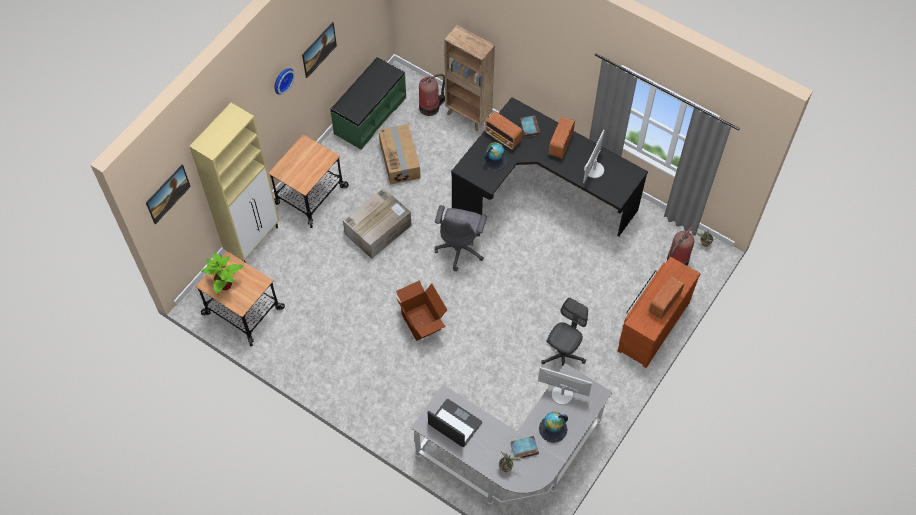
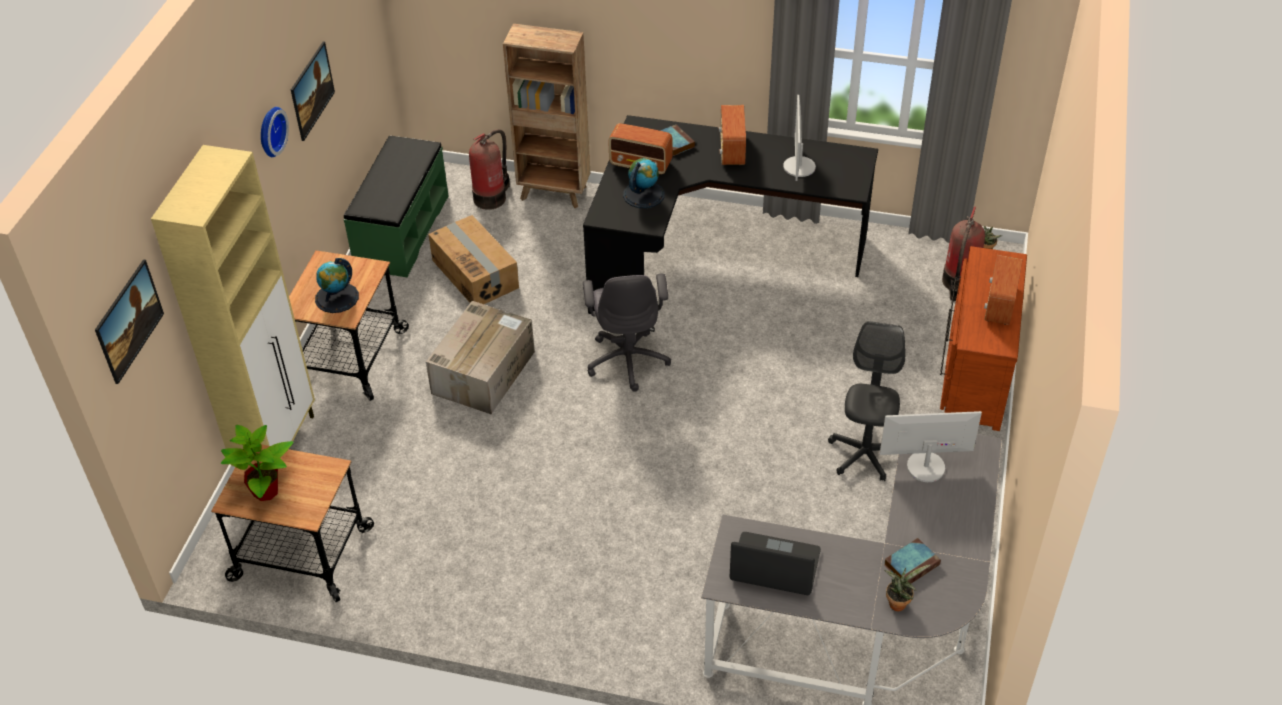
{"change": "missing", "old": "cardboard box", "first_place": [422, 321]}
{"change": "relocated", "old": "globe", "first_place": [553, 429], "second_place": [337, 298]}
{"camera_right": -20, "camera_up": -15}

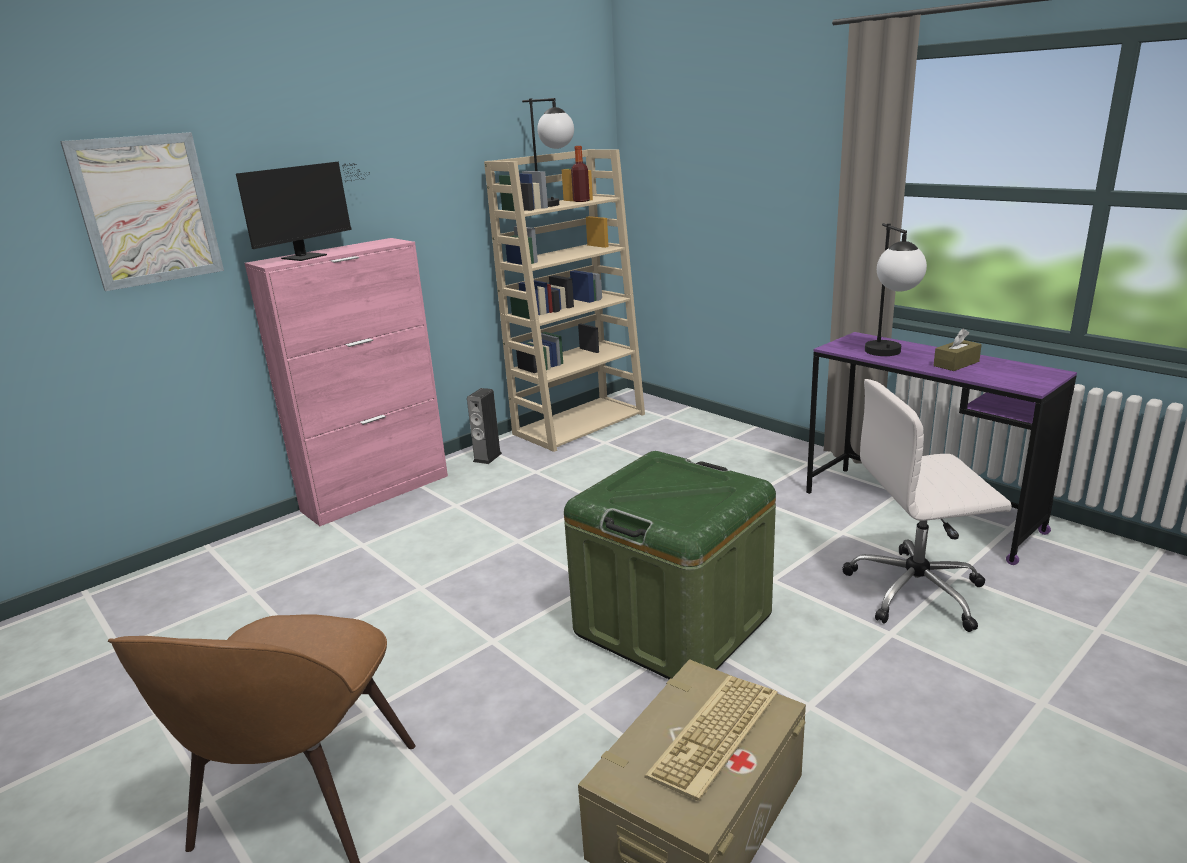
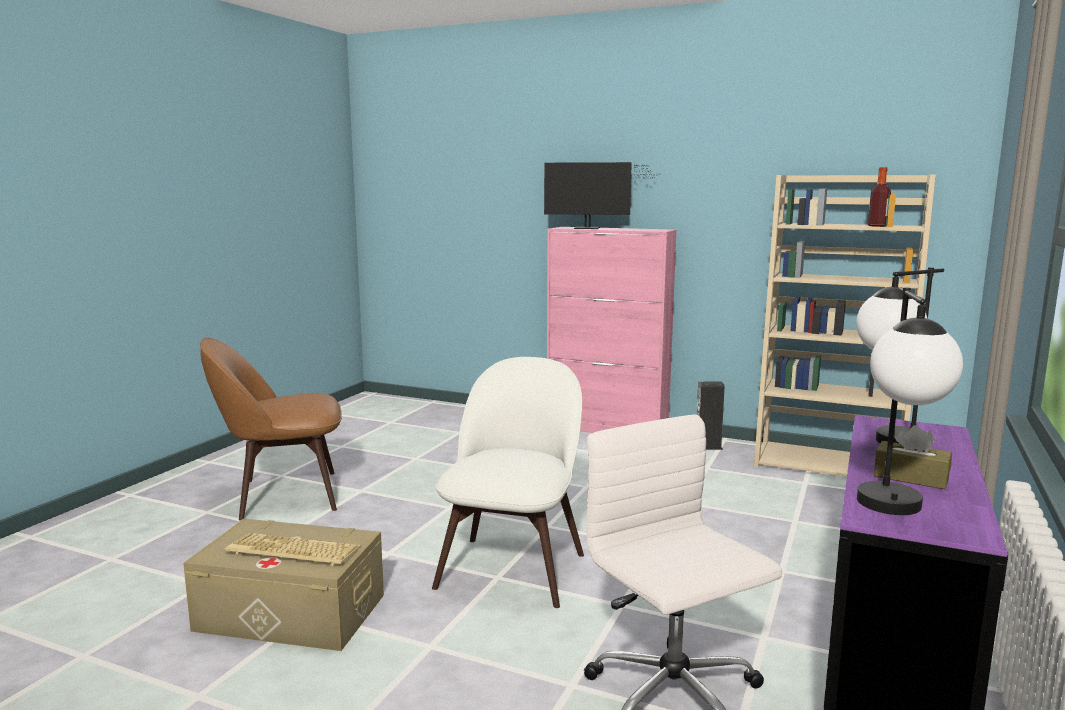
{"change": "missing", "old": "picture", "first_place": [147, 210]}
{"change": "relocated", "old": "table lamp", "first_place": [554, 205], "second_place": [894, 513]}
{"change": "exchanged", "old": "green storage box", "new": "white chair", "first_place": [673, 623], "second_place": [513, 567]}
{"camera_right": 65, "camera_up": -10}

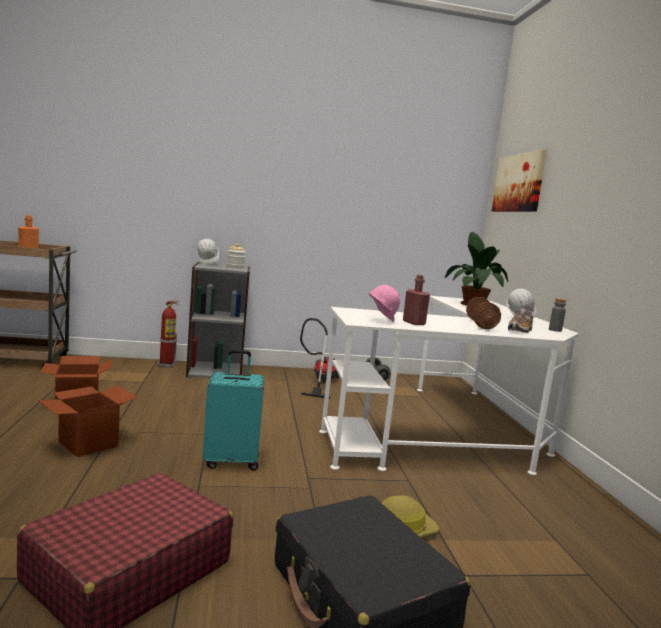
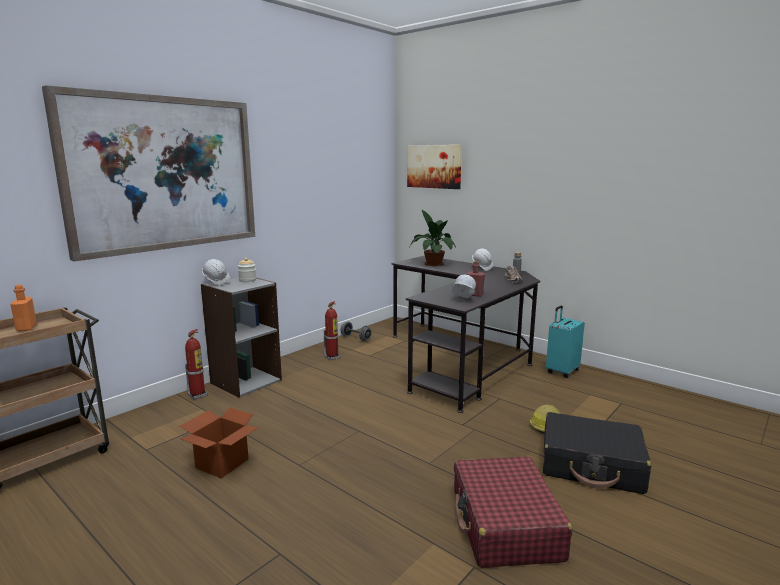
{"change": "missing", "old": "cardboard box", "first_place": [88, 444]}
{"change": "missing", "old": "brown dumbbell", "first_place": [480, 325]}
{"change": "appeared", "new": "picture", "second_place": [164, 174]}
{"change": "relocated", "old": "turquoise suitcase", "first_place": [231, 461], "second_place": [561, 371]}
{"change": "exchanged", "old": "vacuum cleaner", "new": "fire extinguisher", "first_place": [320, 382], "second_place": [332, 357]}
{"change": "colour", "old": "white desk", "new": "black desk", "first_place": [451, 433], "second_place": [462, 359]}
{"change": "colour", "old": "pink hard hat", "new": "white hard hat", "first_place": [380, 321], "second_place": [462, 300]}
{"camera_right": -40, "camera_up": 5}

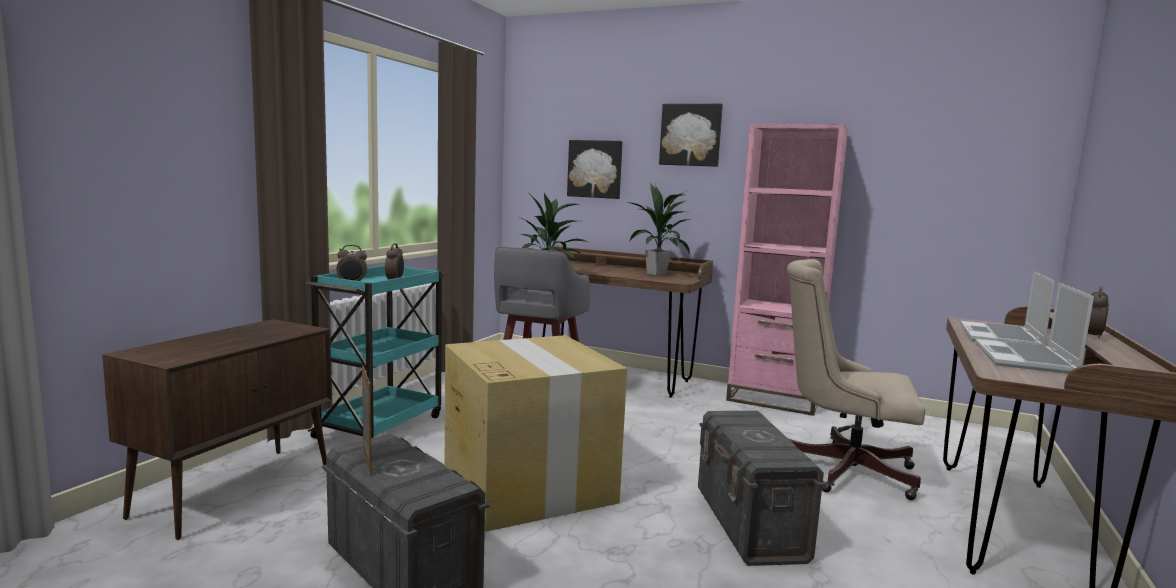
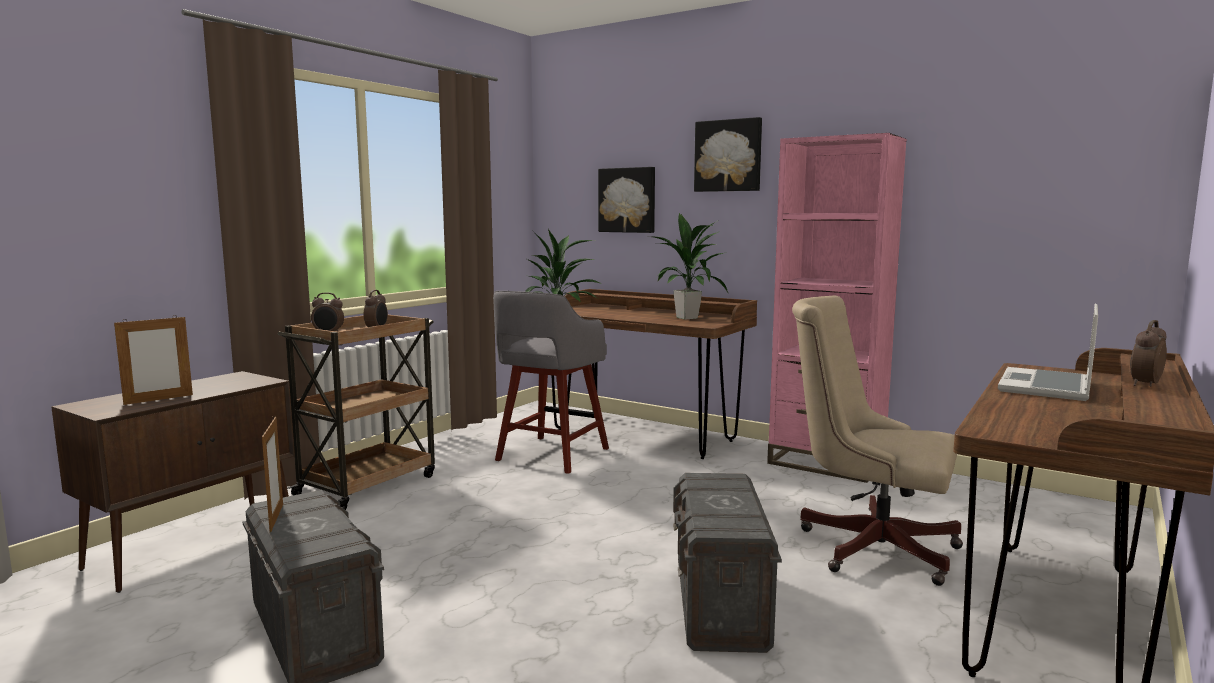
{"change": "missing", "old": "cardboard box", "first_place": [527, 484]}
{"change": "missing", "old": "laptop", "first_place": [1026, 359]}
{"change": "appeared", "new": "picture frame", "second_place": [158, 399]}
{"change": "colour", "old": "turquoise cart", "new": "brown cart", "first_place": [381, 425], "second_place": [368, 484]}
{"camera_right": 10, "camera_up": 0}

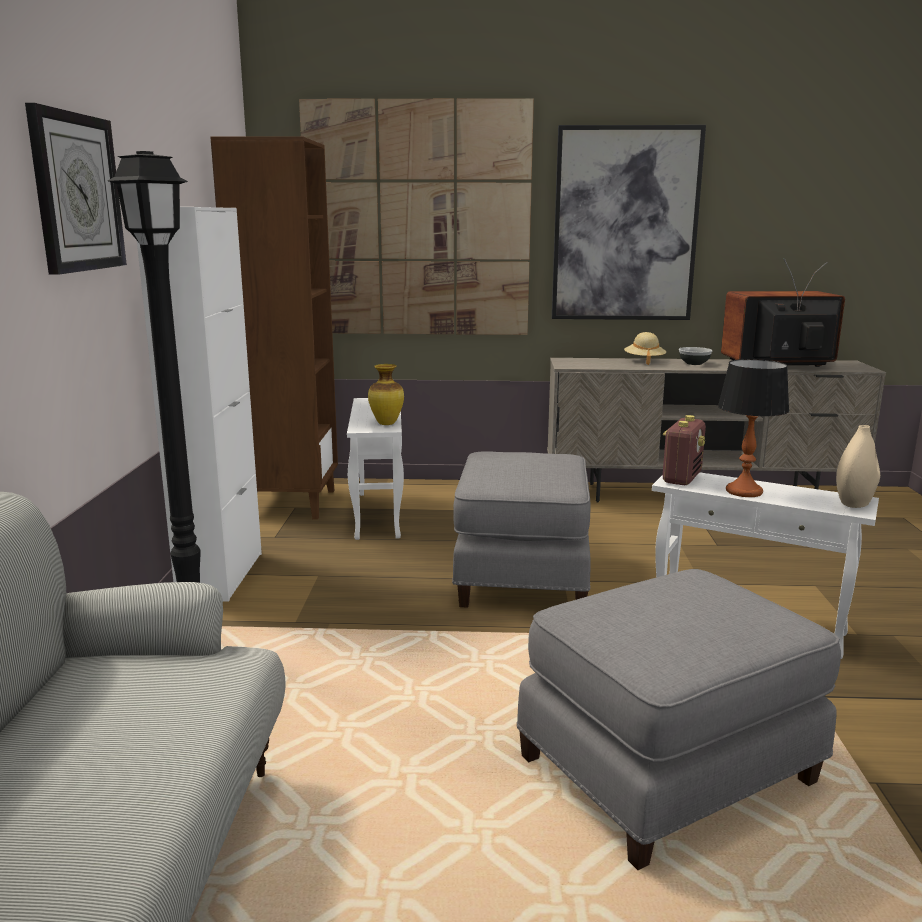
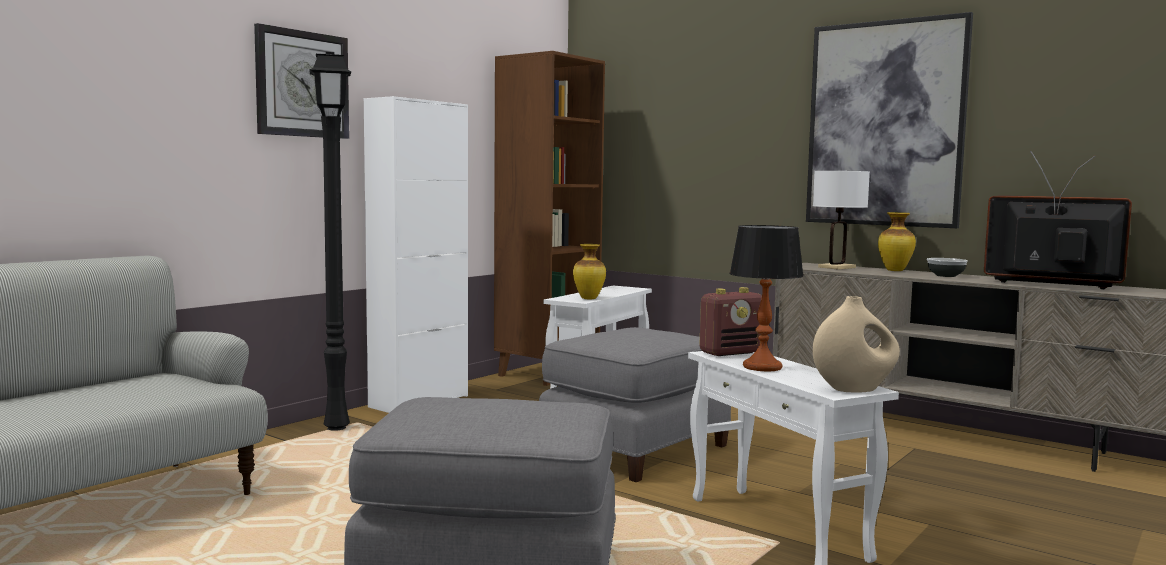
{"change": "missing", "old": "picture", "first_place": [417, 221]}
{"change": "appeared", "new": "white table lamp", "second_place": [837, 267]}
{"change": "exchanged", "old": "beige hat", "new": "vase", "first_place": [644, 361], "second_place": [894, 270]}
{"camera_right": 35, "camera_up": -10}

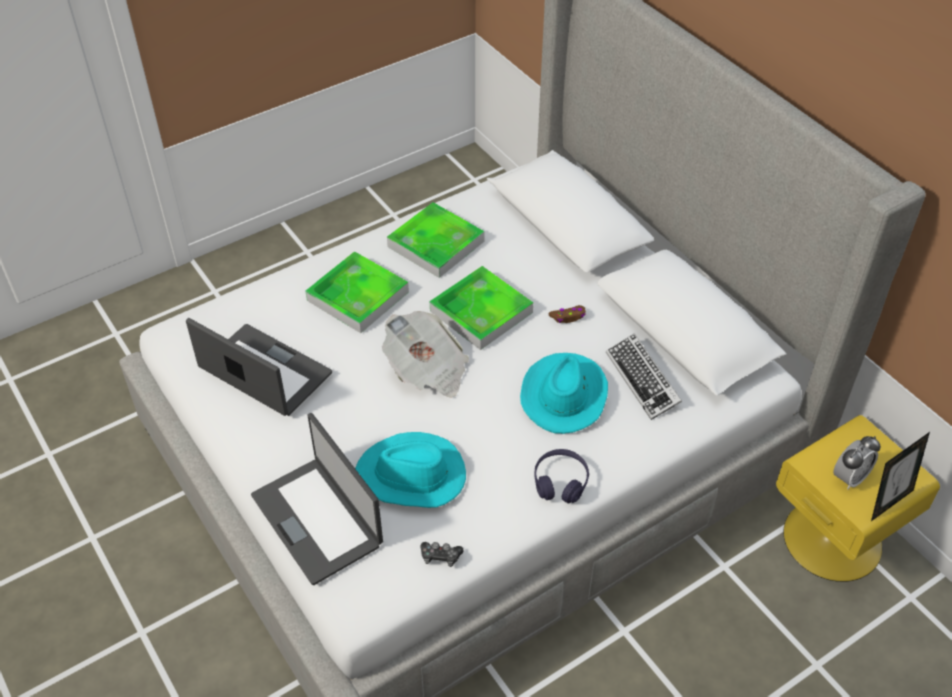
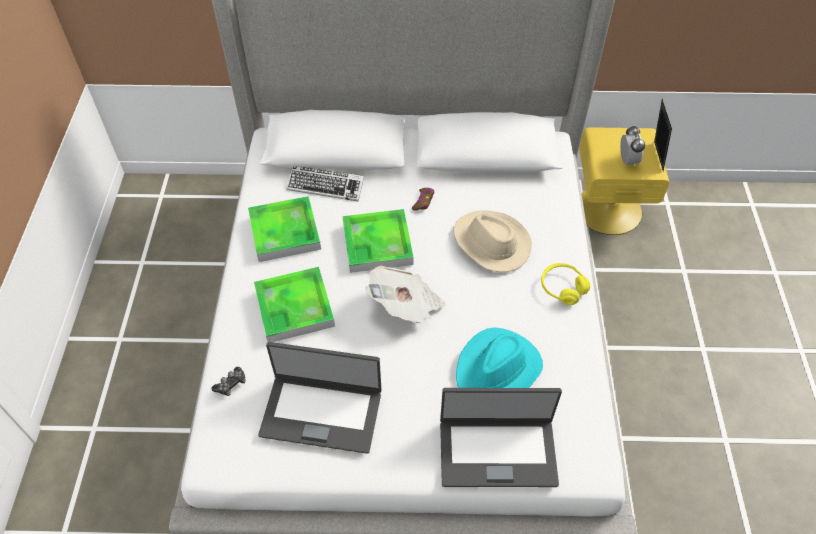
{"change": "relocated", "old": "game controller", "first_place": [440, 557], "second_place": [231, 384]}
{"change": "relocated", "old": "keyboard", "first_place": [642, 380], "second_place": [326, 186]}
{"change": "colour", "old": "turquoise hat", "new": "beige hat", "first_place": [564, 394], "second_place": [490, 243]}
{"change": "colour", "old": "purple headphones", "new": "yellow headphones", "first_place": [560, 482], "second_place": [562, 288]}
{"change": "spun", "old": "laptop", "first_place": [264, 372], "second_place": [321, 412], "degrees": -150}
{"camera_right": -55, "camera_up": 5}

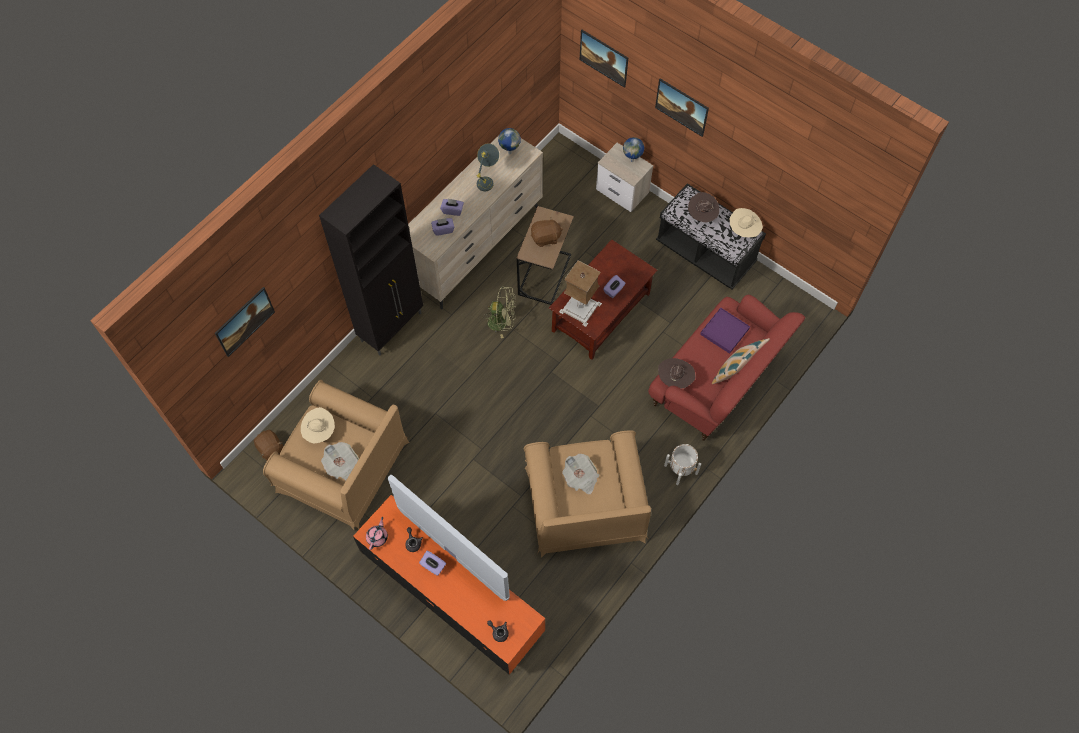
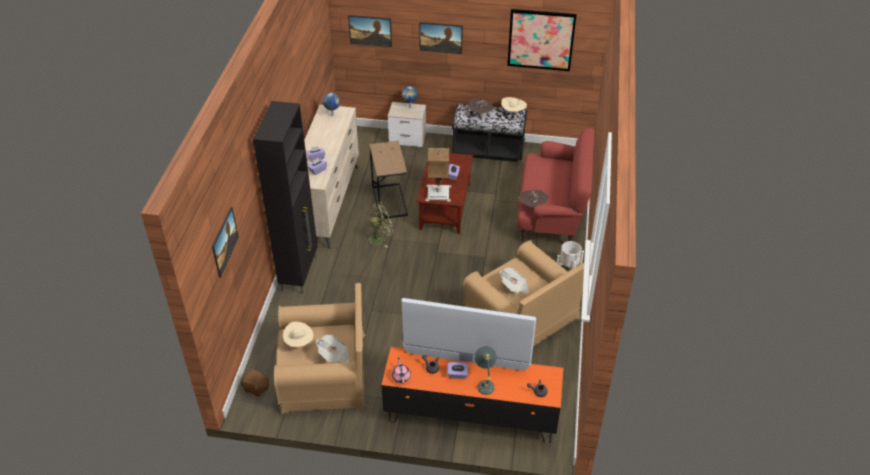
{"change": "missing", "old": "brown plush toy", "first_place": [546, 238]}
{"change": "missing", "old": "purple tray", "first_place": [724, 331]}
{"change": "missing", "old": "pillow", "first_place": [735, 372]}
{"change": "appeared", "new": "picture", "second_place": [541, 39]}
{"change": "relocated", "old": "grey table lamp", "first_place": [487, 179], "second_place": [485, 382]}
{"camera_right": -30, "camera_up": -20}

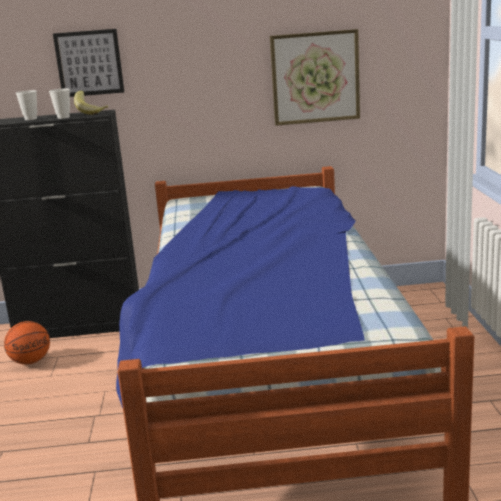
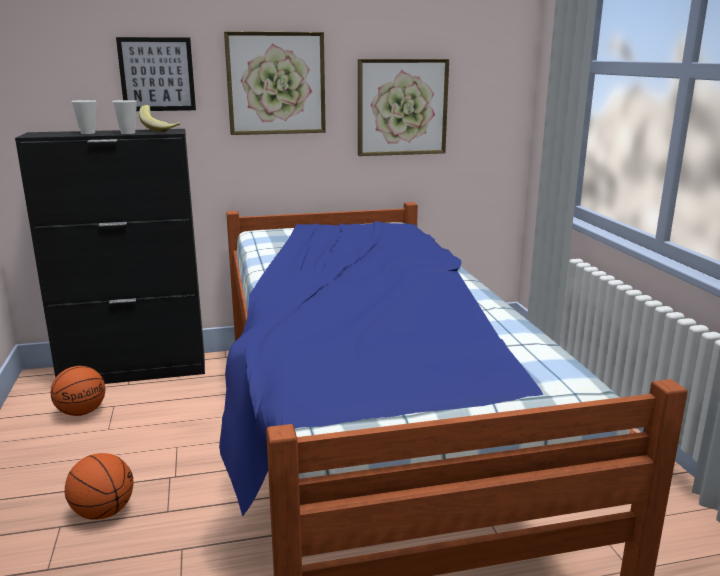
{"change": "appeared", "new": "basketball", "second_place": [103, 512]}
{"change": "appeared", "new": "picture", "second_place": [276, 83]}
{"camera_right": -10, "camera_up": 0}

